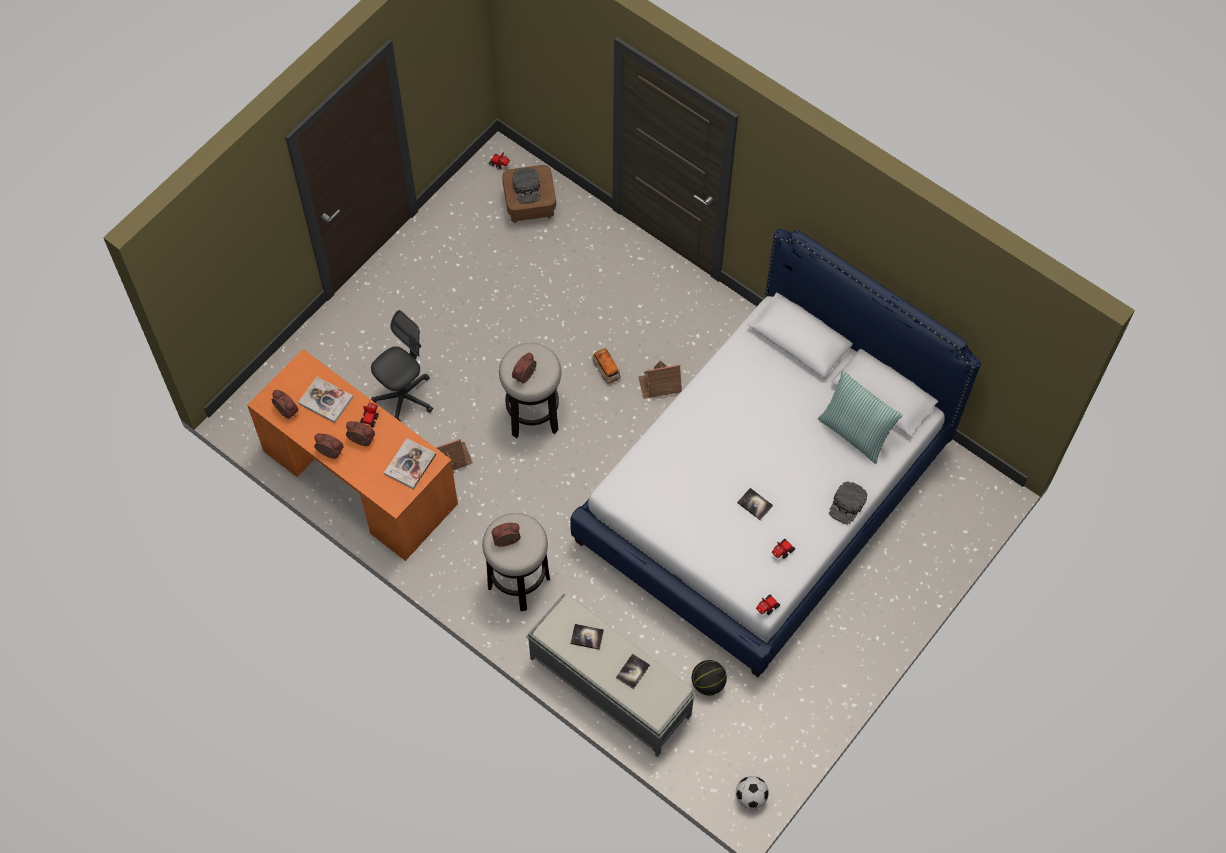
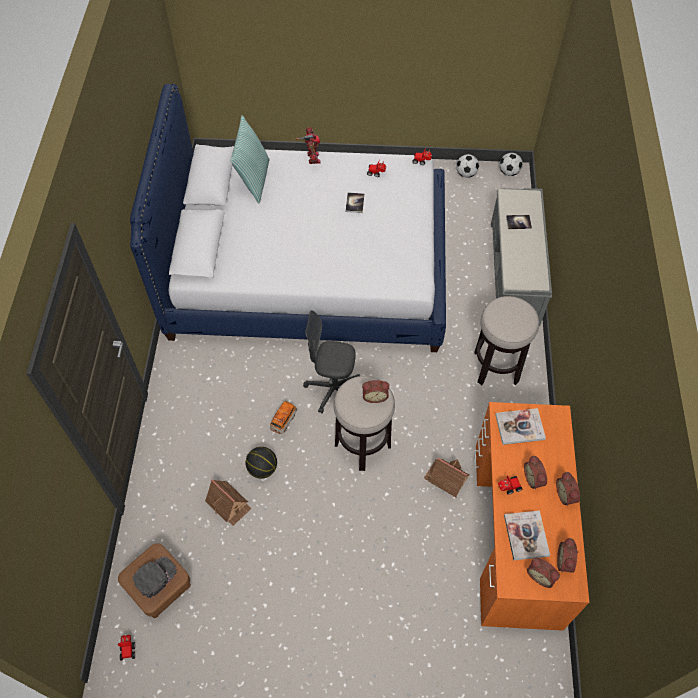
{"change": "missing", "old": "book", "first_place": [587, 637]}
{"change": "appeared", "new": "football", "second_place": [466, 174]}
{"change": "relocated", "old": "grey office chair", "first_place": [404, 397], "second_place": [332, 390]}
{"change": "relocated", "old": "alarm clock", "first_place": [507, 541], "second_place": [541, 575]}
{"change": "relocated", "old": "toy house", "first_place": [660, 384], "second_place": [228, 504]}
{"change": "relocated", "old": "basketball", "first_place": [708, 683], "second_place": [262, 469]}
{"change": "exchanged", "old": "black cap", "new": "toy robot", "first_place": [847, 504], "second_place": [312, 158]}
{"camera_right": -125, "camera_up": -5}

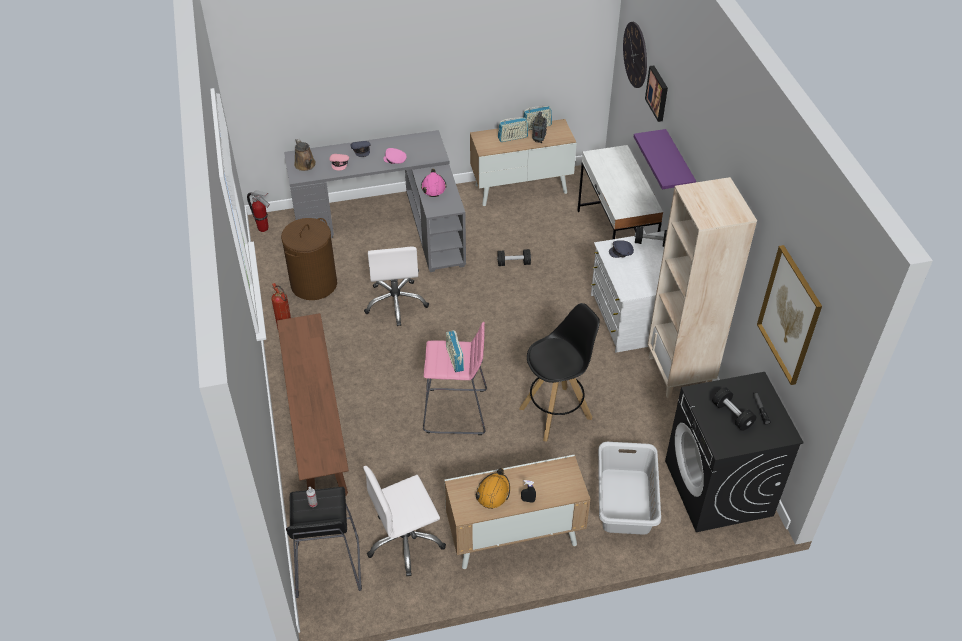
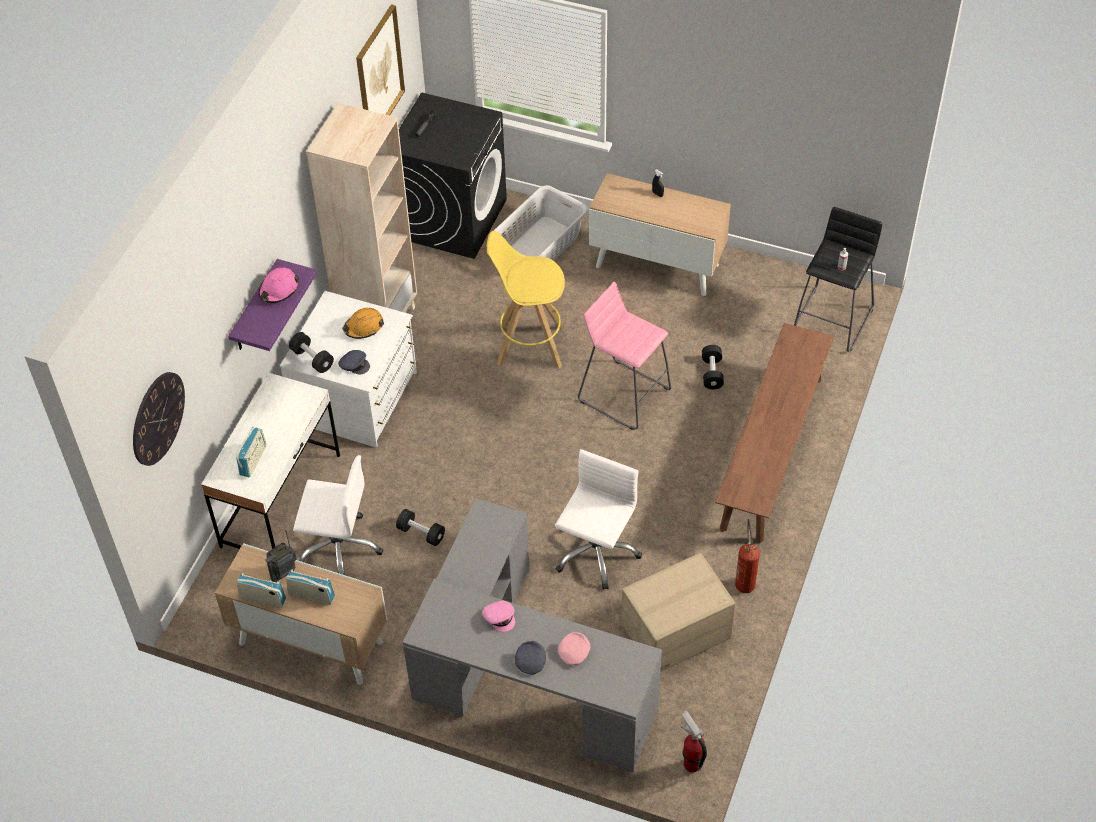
{"change": "missing", "old": "brown watering can", "first_place": [306, 165]}
{"change": "missing", "old": "picture", "first_place": [658, 93]}
{"change": "relocated", "old": "white office chair", "first_place": [405, 541], "second_place": [339, 548]}
{"change": "relocated", "old": "pink hard hat", "first_place": [433, 187], "second_place": [279, 290]}
{"change": "relocated", "old": "radio", "first_place": [455, 359], "second_place": [253, 460]}
{"change": "relocated", "old": "orange hard hat", "first_place": [493, 492], "second_place": [363, 327]}
{"change": "relocated", "old": "black dumbbell", "first_place": [732, 415], "second_place": [712, 373]}
{"change": "exchanged", "old": "brown laundry basket", "new": "cardboard box", "first_place": [314, 284], "second_place": [676, 632]}
{"change": "colour", "old": "black stool", "new": "yellow stool", "first_place": [556, 413], "second_place": [529, 345]}
{"camera_right": -145, "camera_up": 5}

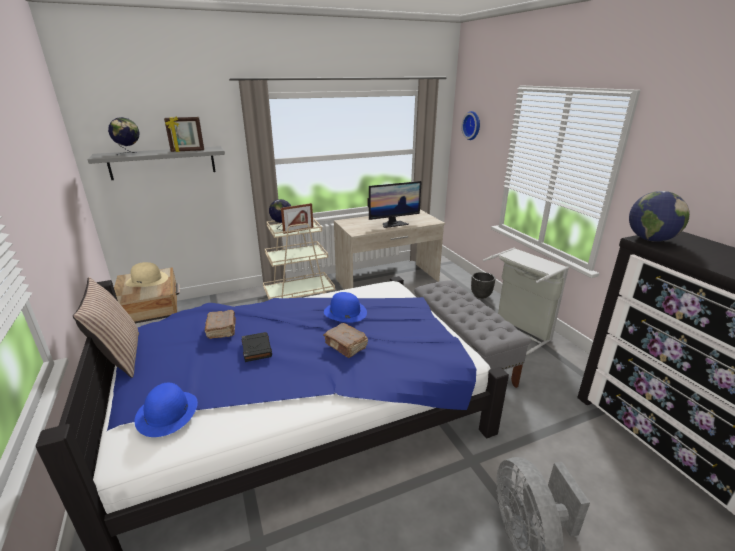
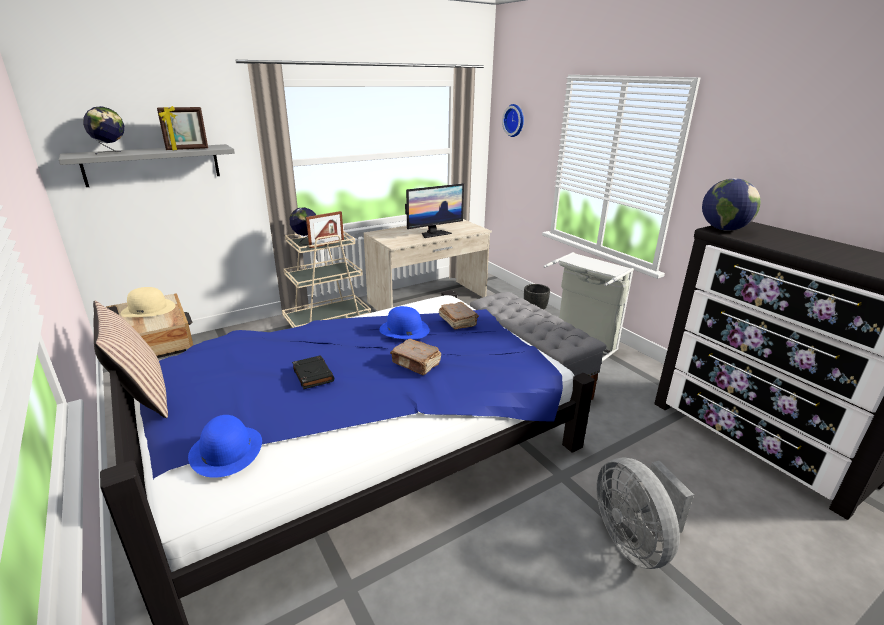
{"change": "relocated", "old": "brown book", "first_place": [222, 329], "second_place": [458, 322]}
{"camera_right": -10, "camera_up": 0}

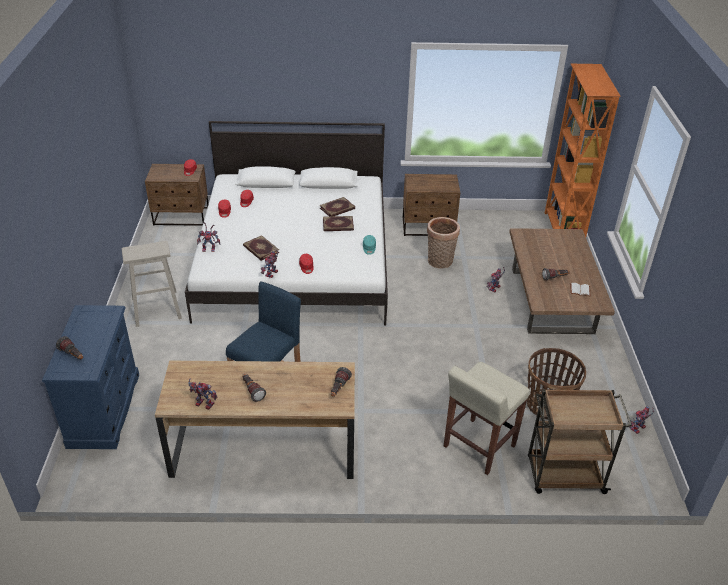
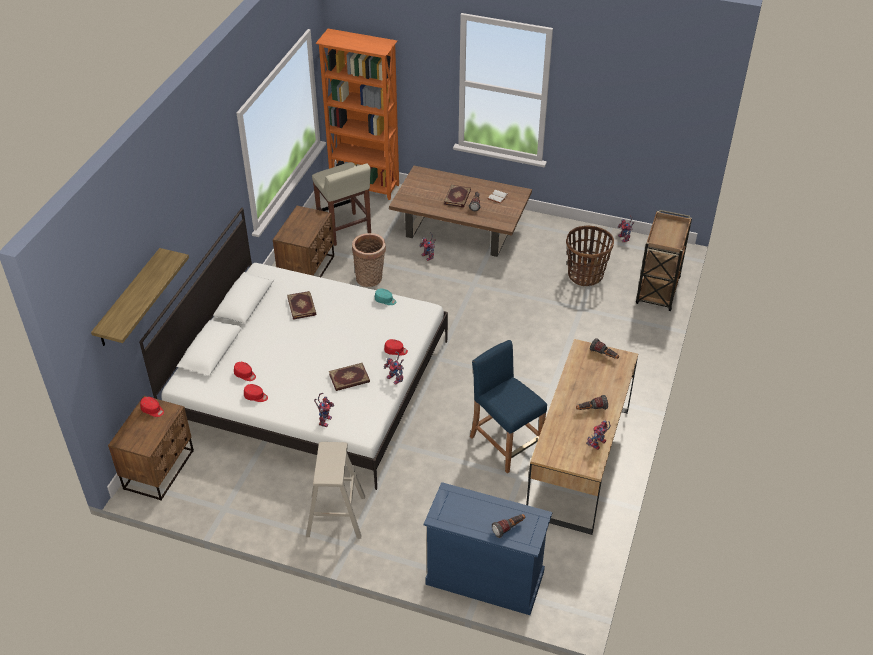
{"change": "appeared", "new": "shelf", "second_place": [129, 298]}
{"change": "relocated", "old": "book", "first_place": [338, 225], "second_place": [458, 197]}
{"change": "relocated", "old": "beige stool", "first_place": [478, 447], "second_place": [344, 230]}
{"camera_right": -70, "camera_up": 5}

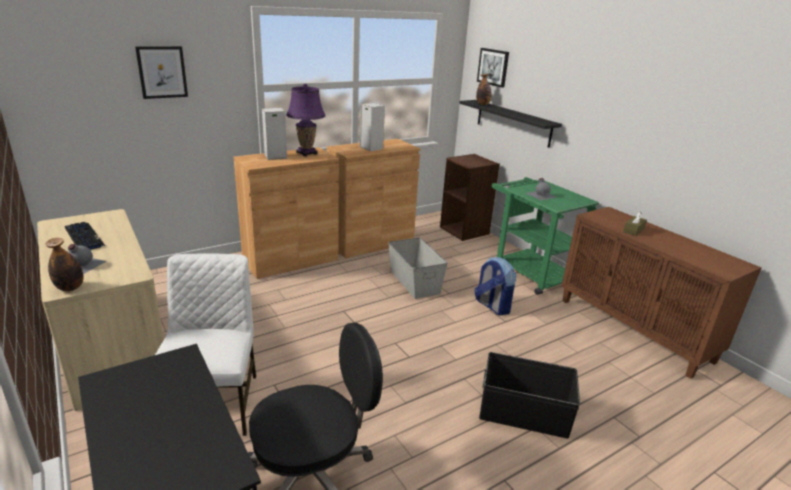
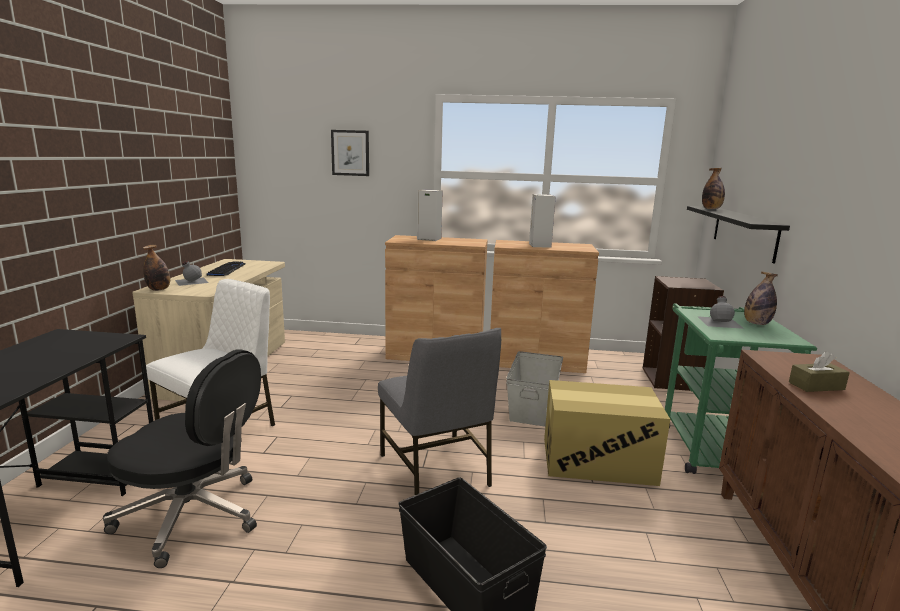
{"change": "missing", "old": "purple table lamp", "first_place": [306, 153]}
{"change": "missing", "old": "picture", "first_place": [493, 67]}
{"change": "appeared", "new": "grey chair", "second_place": [436, 470]}
{"change": "appeared", "new": "bottle", "second_place": [756, 323]}
{"change": "exchanged", "old": "backpack", "new": "cardboard box", "first_place": [492, 306], "second_place": [597, 461]}
{"camera_right": 40, "camera_up": -10}

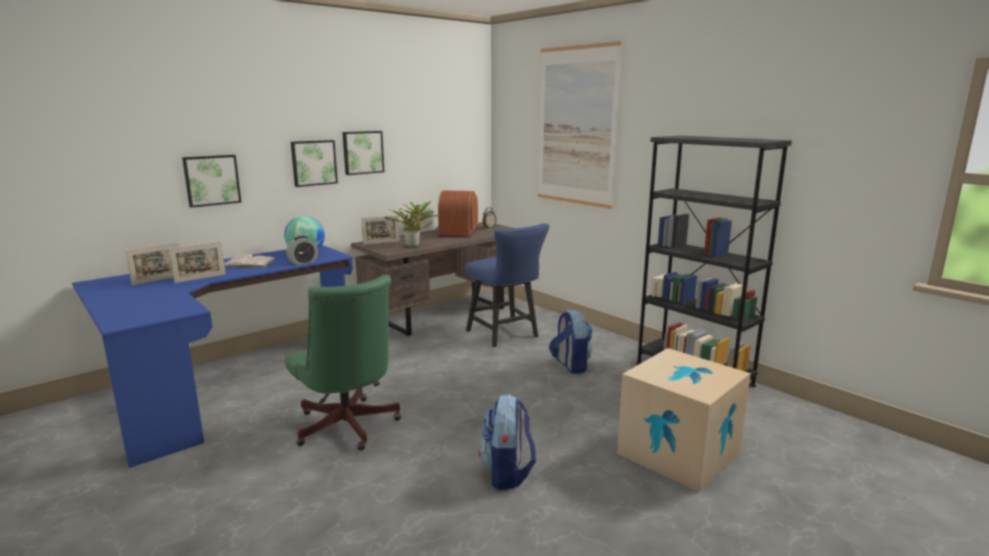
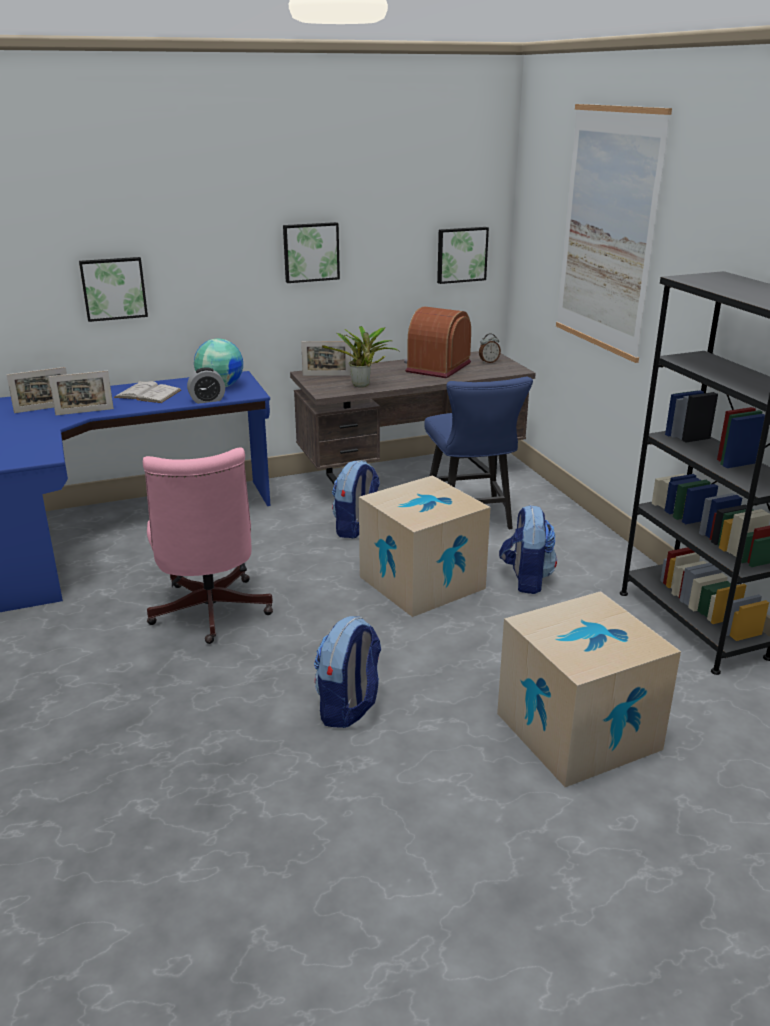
{"change": "appeared", "new": "backpack", "second_place": [356, 528]}
{"change": "appeared", "new": "cardboard box", "second_place": [422, 582]}
{"change": "relocated", "old": "picture", "first_place": [313, 163], "second_place": [461, 254]}
{"change": "colour", "old": "green office chair", "new": "pink office chair", "first_place": [348, 429], "second_place": [209, 614]}
{"camera_right": 20, "camera_up": 10}

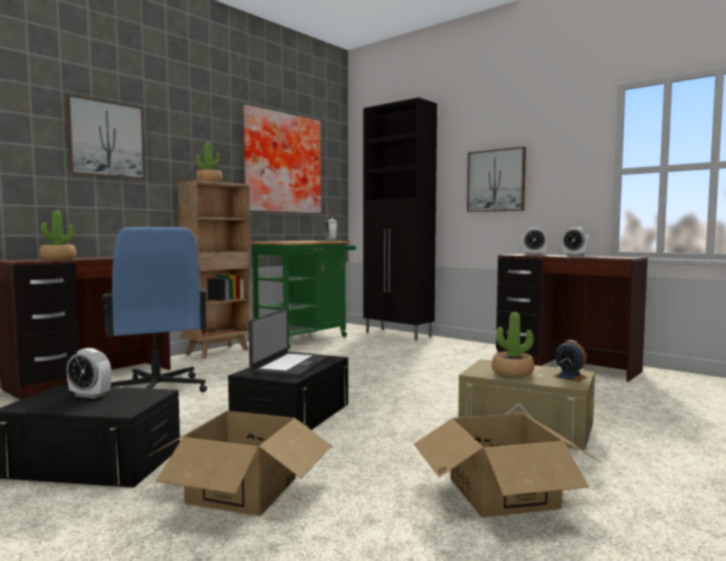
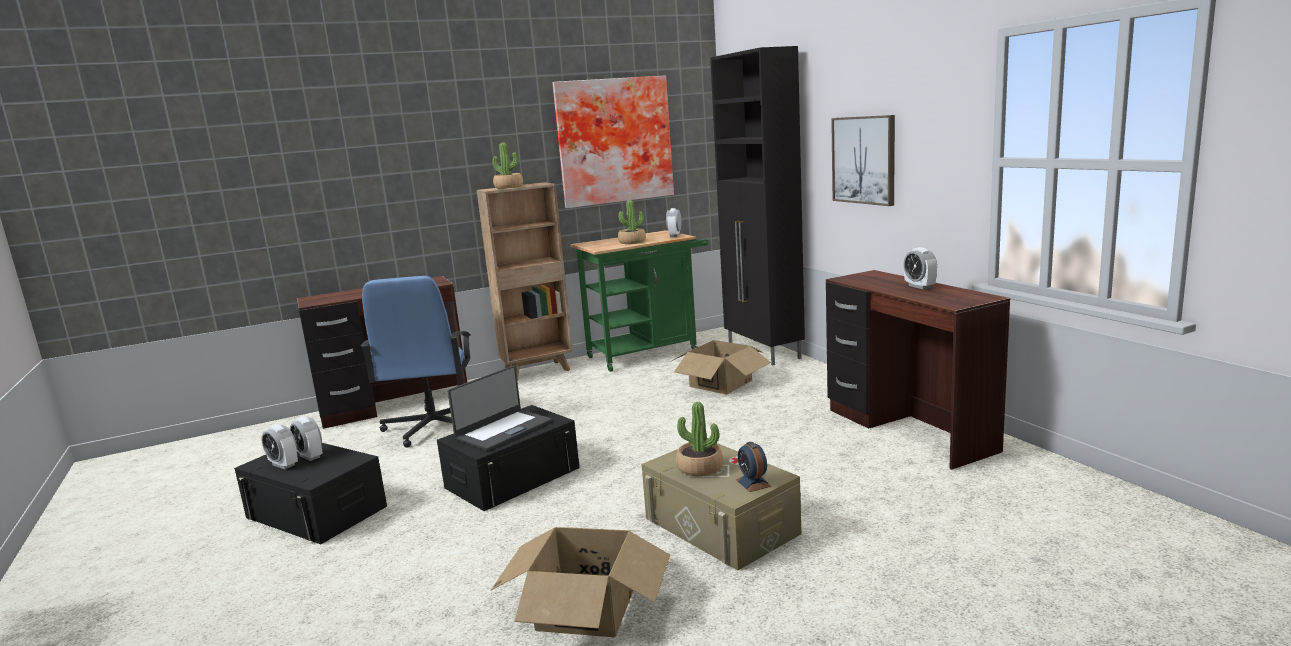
{"change": "missing", "old": "picture", "first_place": [106, 139]}
{"change": "relocated", "old": "potted plant", "first_place": [58, 259], "second_place": [632, 242]}
{"change": "relocated", "old": "cardboard box", "first_place": [241, 490], "second_place": [720, 383]}
{"change": "relocated", "old": "alarm clock", "first_place": [533, 254], "second_place": [283, 465]}
{"camera_right": 25, "camera_up": 10}

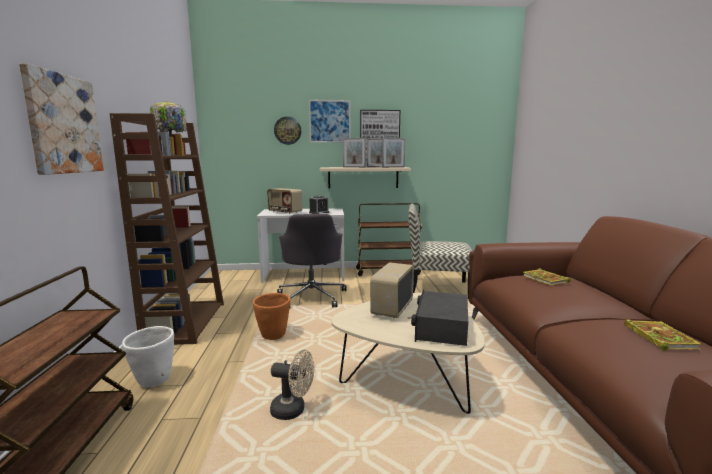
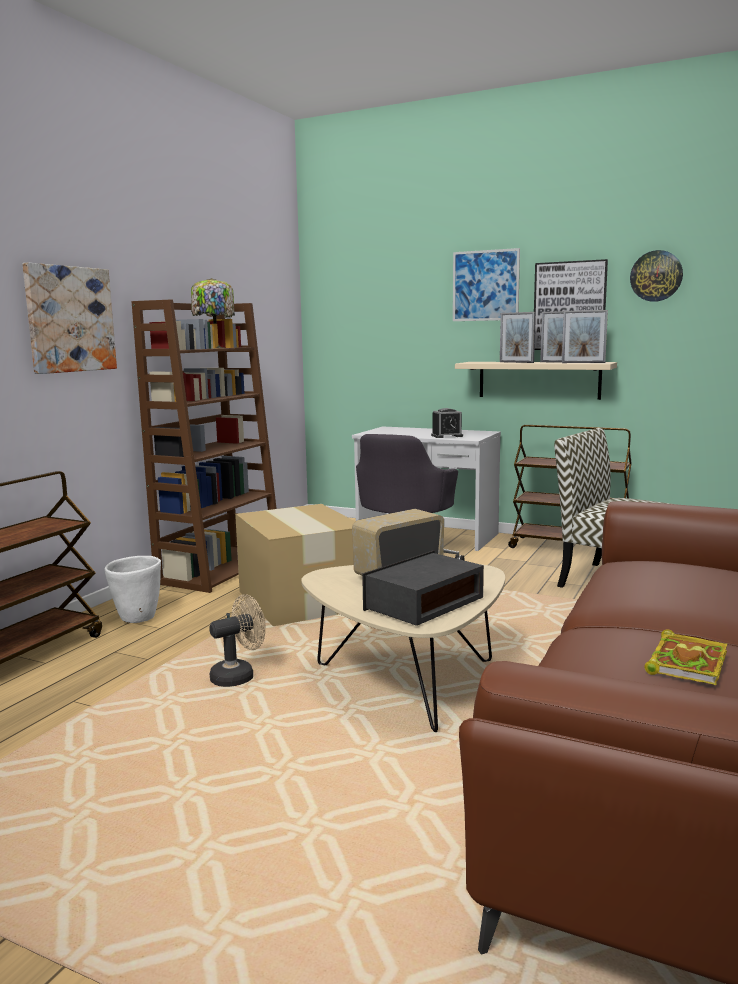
{"change": "missing", "old": "radio", "first_place": [284, 212]}
{"change": "missing", "old": "book", "first_place": [546, 279]}
{"change": "relocated", "old": "wall clock", "first_place": [287, 130], "second_place": [656, 276]}
{"change": "exchanged", "old": "orange planter", "new": "cardboard box", "first_place": [273, 336], "second_place": [300, 601]}
{"change": "spun", "old": "beige fan", "first_place": [293, 410], "second_place": [239, 676], "degrees": -75}
{"camera_right": 30, "camera_up": 0}

